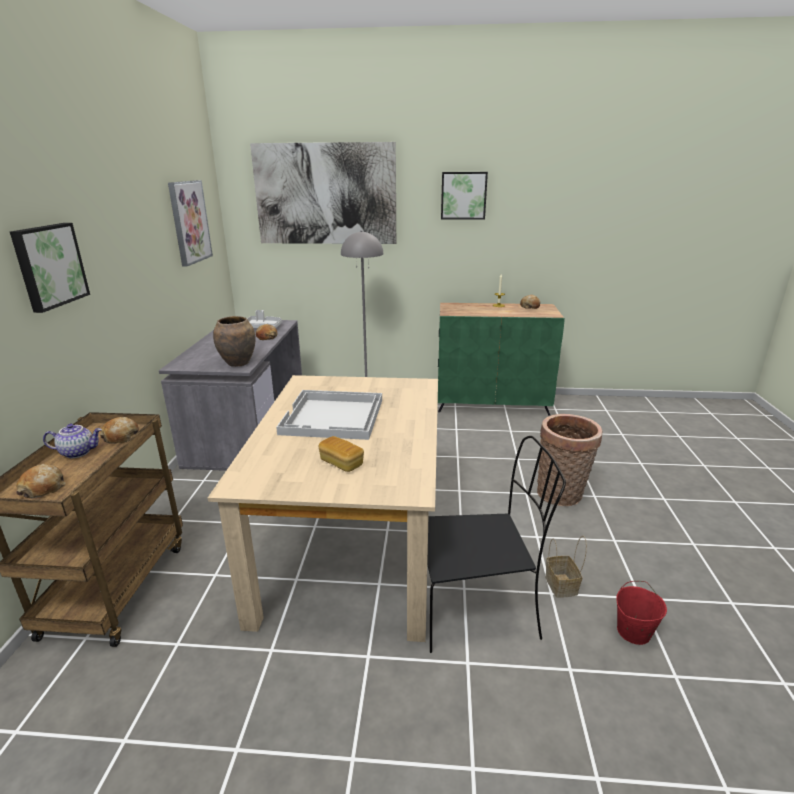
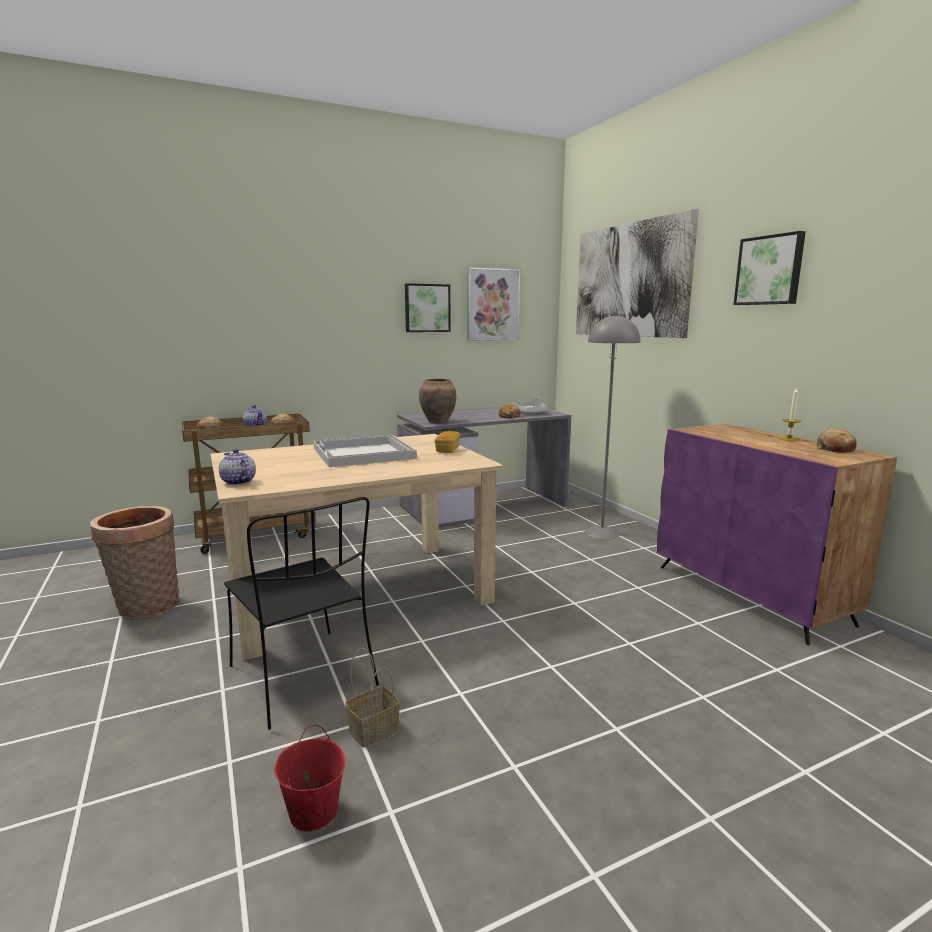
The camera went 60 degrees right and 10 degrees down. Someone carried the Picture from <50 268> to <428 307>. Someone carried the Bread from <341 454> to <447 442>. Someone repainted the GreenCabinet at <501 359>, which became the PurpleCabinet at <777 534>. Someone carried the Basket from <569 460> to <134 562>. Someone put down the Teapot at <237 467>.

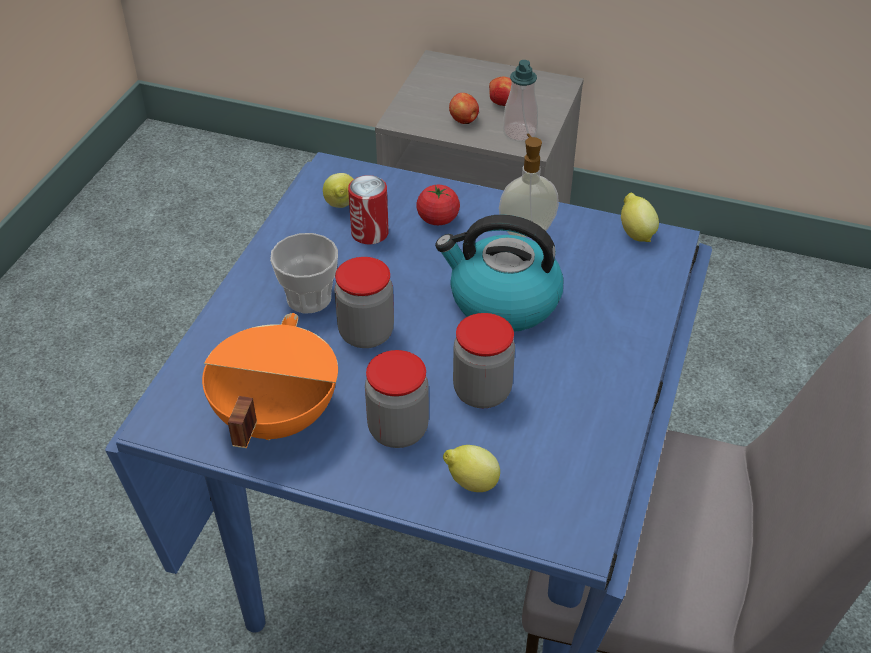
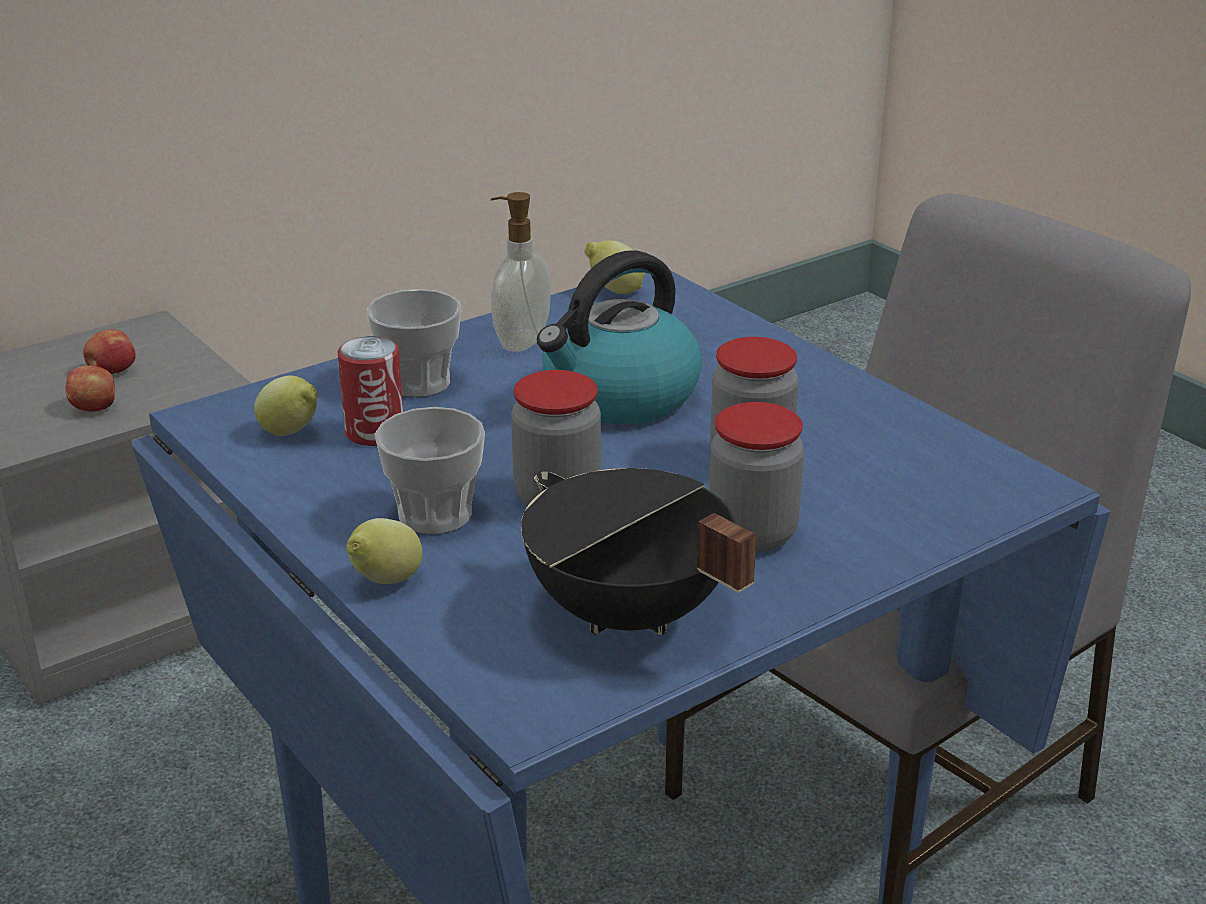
The camera went 55 degrees left and 15 degrees down. Someone repainted the OrangeCookingPot at <270 380>, which became the BlackCookingPot at <639 551>. Someone swapped the Tomato at <438 205> for the Cup at <414 343>. Someone carried the Lemon from <471 468> to <384 551>. Someone took away the SoapDispenser at <520 100>.

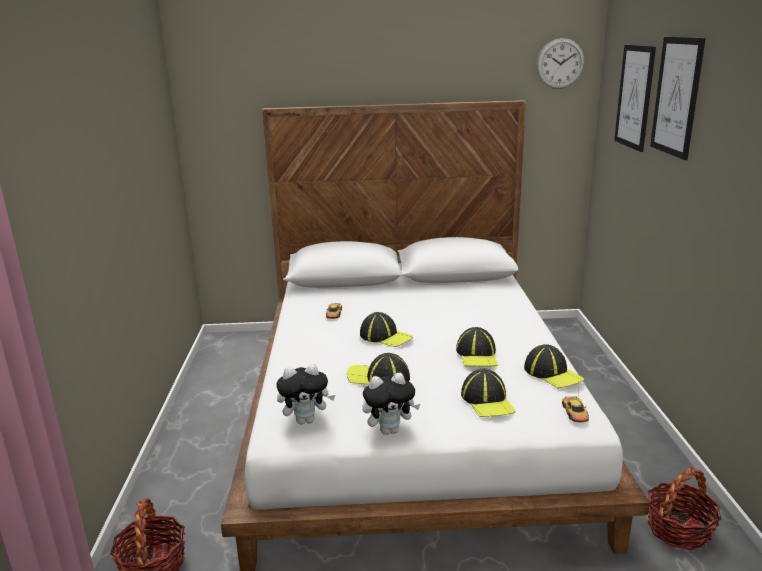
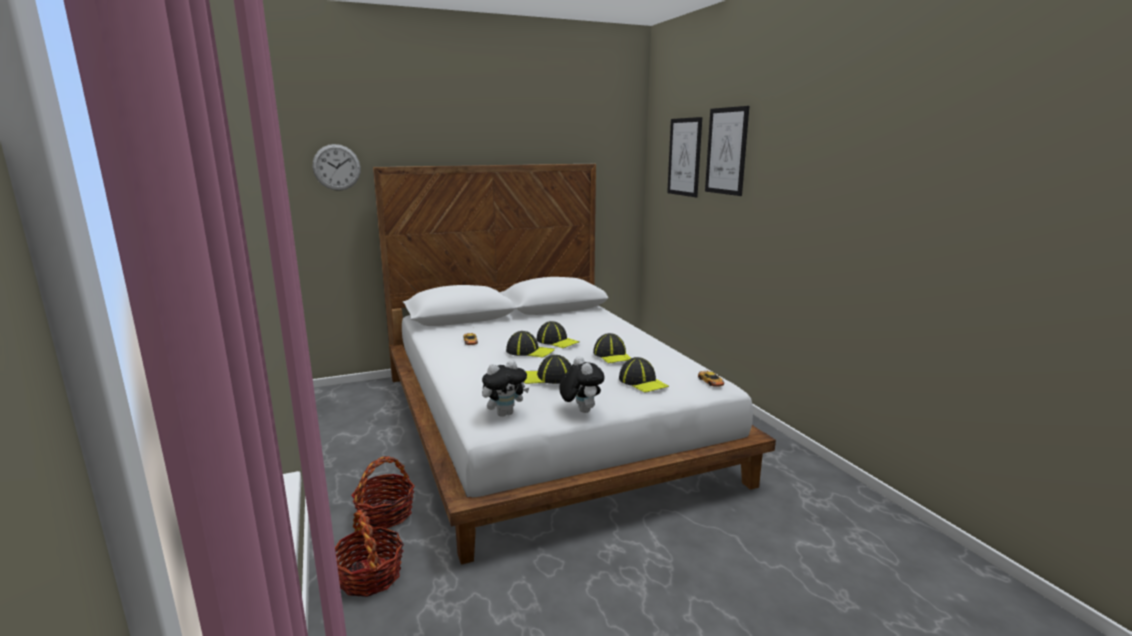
The camera went 20 degrees left and 5 degrees down. Someone rotated the PlushToy at <391 404> by 75 degrees counterclockwise. Someone carried the Cap from <554 366> to <558 334>. Someone carried the WallClock from <561 63> to <337 167>. Someone carried the Basket from <684 509> to <383 492>.

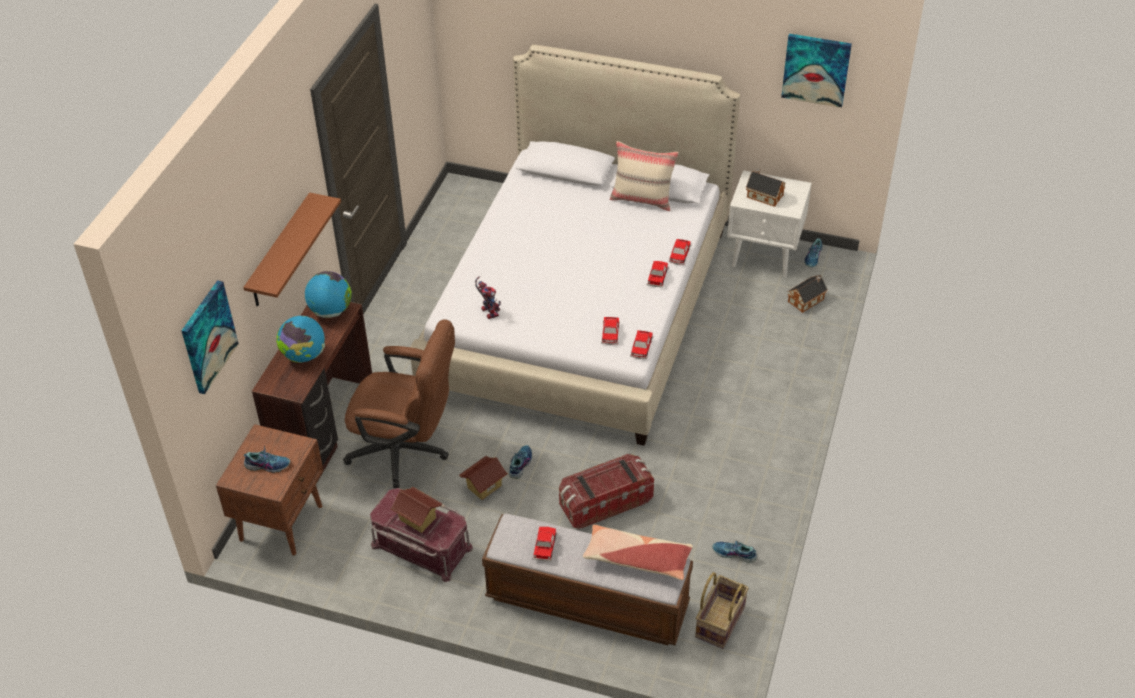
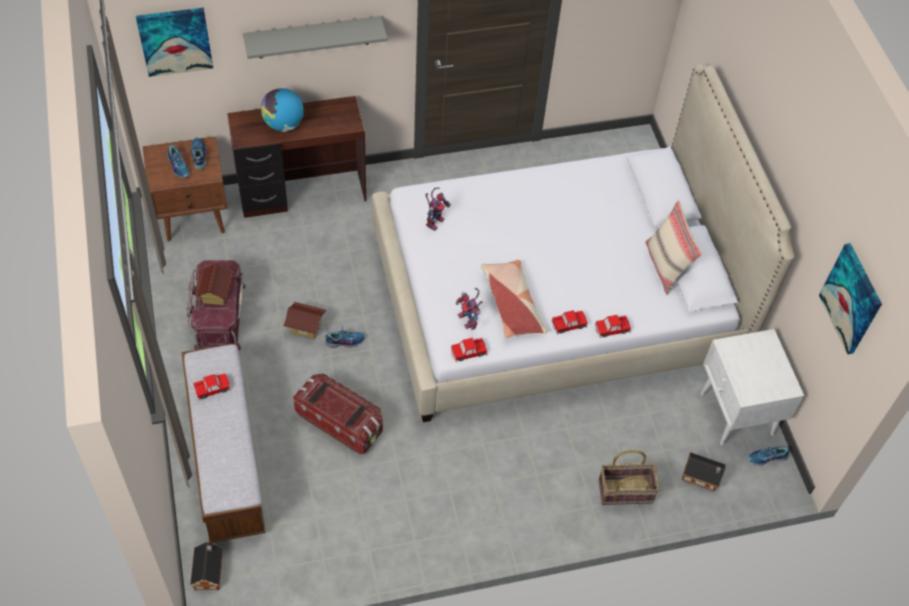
The camera went 55 degrees right and 10 degrees up. Someone repainted the BrownShelf at <292 249>, which became the GreyShelf at <315 37>. Someone took away the Globe at <328 294>. Someone took away the BrownOfficeChair at <399 403>. Someone carried the Pillow from <638 552> to <514 299>. Someone swapped the ToyCar at <610 331> for the ToyRobot at <469 309>. Someone carried the Basket from <722 610> to <629 477>. Someone carried the Shoe from <734 552> to <199 154>. Someone carried the ToyHouse from <765 188> to <206 566>.

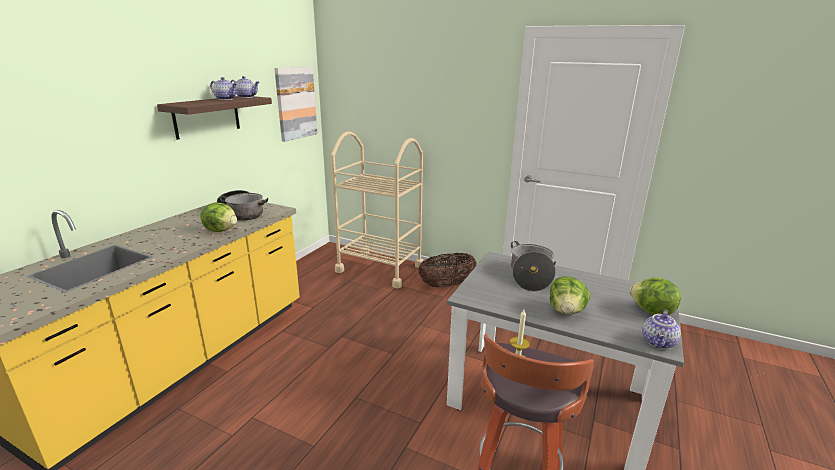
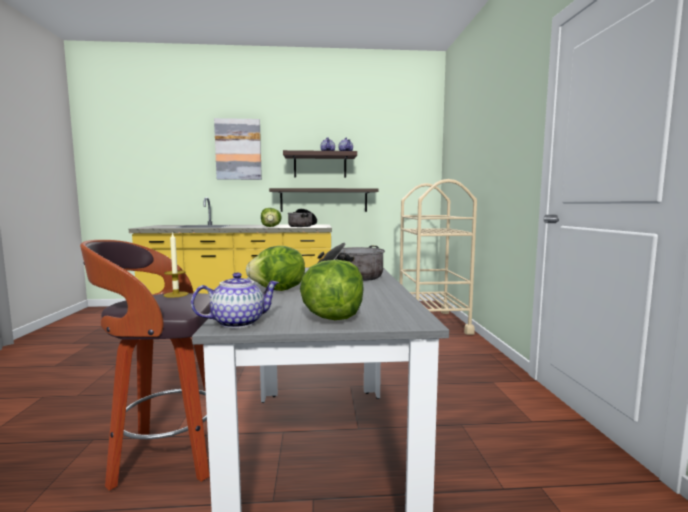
The camera went 60 degrees right and 15 degrees down. Someone carried the Picture from <295 104> to <238 149>. Someone took away the Basket at <447 270>. Someone rotated the Teapot at <661 329> by 150 degrees clockwise. Someone put up the Shelf at <324 200>.

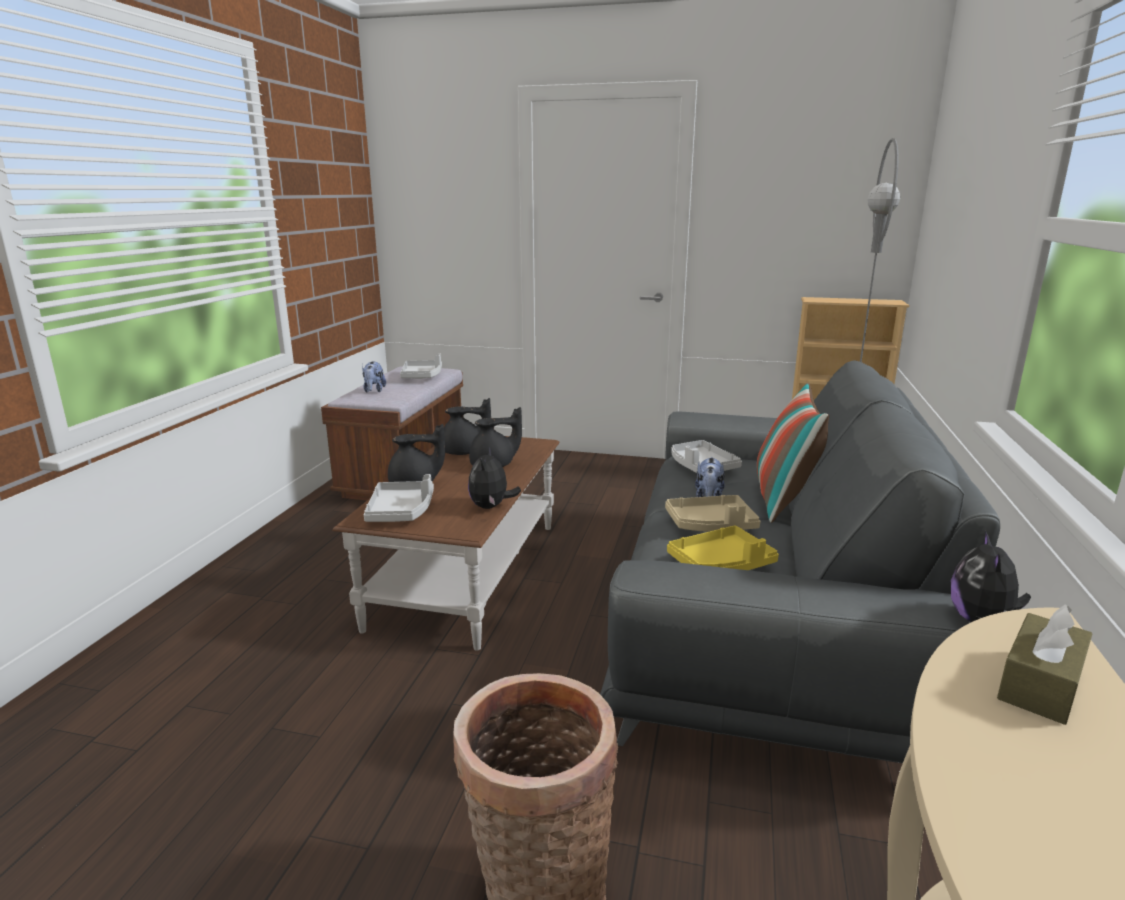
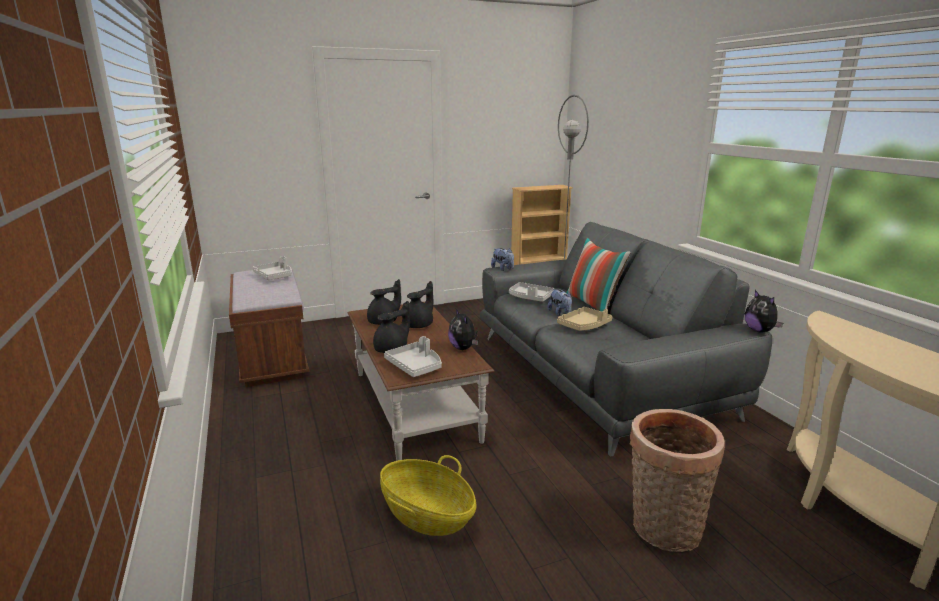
The camera went 35 degrees left and 0 degrees up. Someone carried the PlushToy from <374 377> to <502 259>. Someone took away the YellowTray at <723 548>. Someone took away the BrownTissueBox at <1045 664>. Someone put down the Basket at <428 495>.

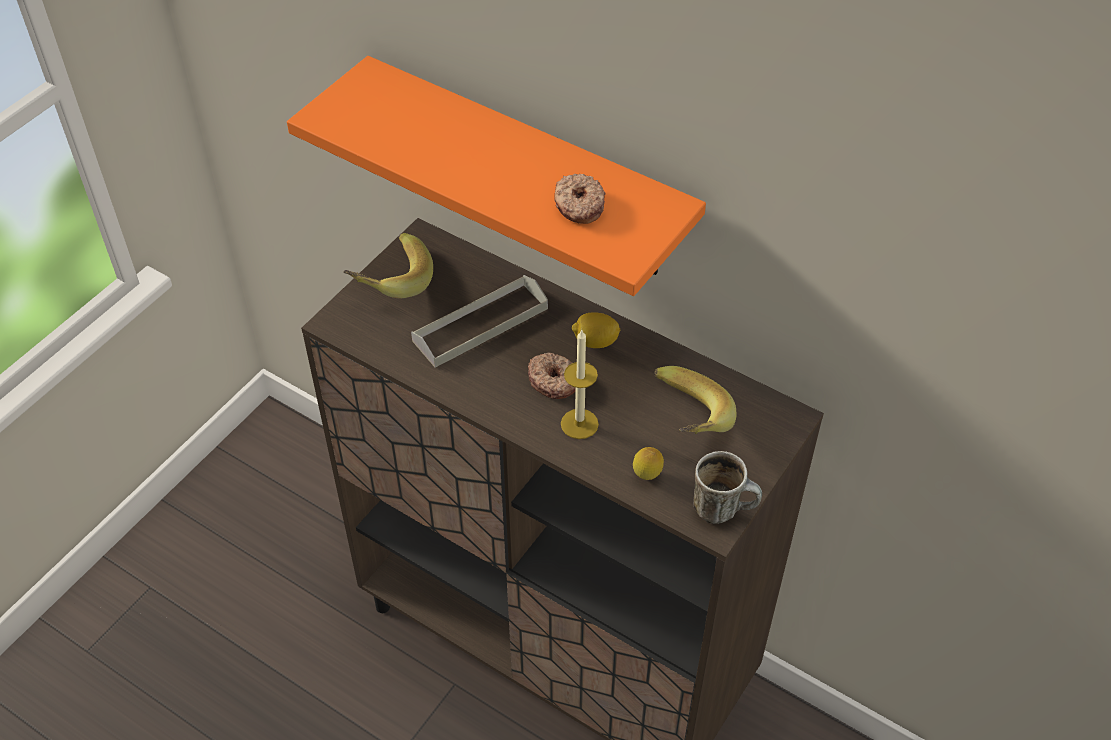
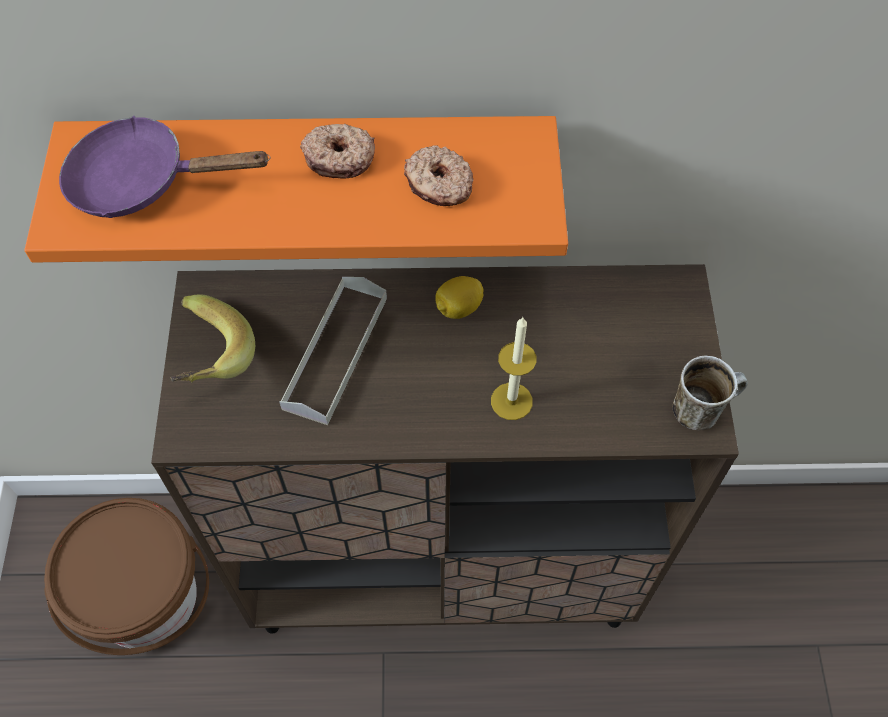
The camera went 35 degrees left and 10 degrees up. Someone carried the Donut from <552 375> to <337 151>. Someone took away the Lemon at <648 463>. Someone took away the Banana at <695 400>. Someone put down the BrownBucket at <126 576>. Someone put down the PurpleFryingPan at <165 167>.

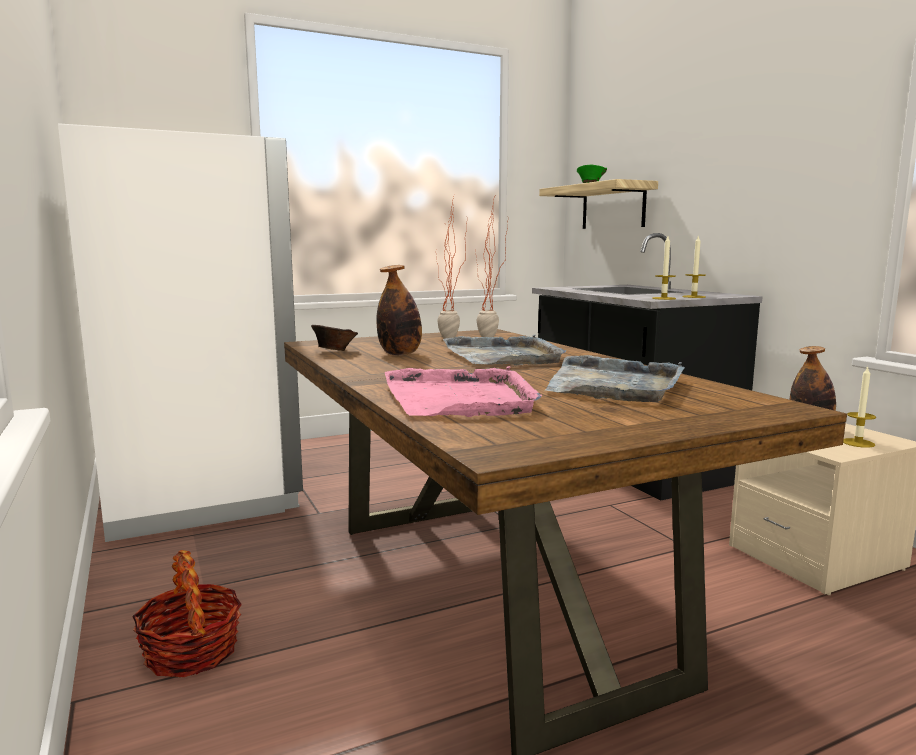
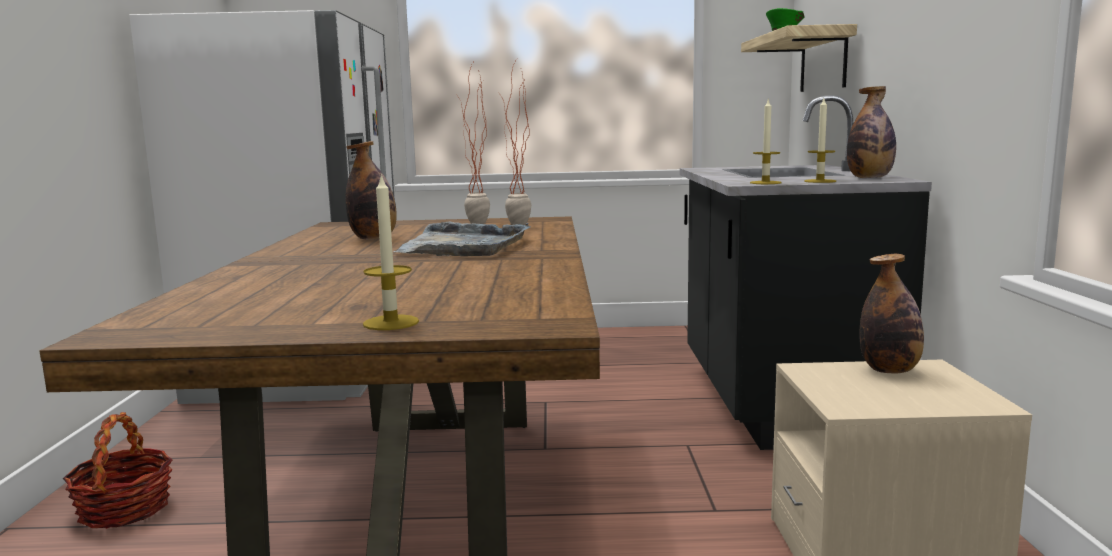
The camera went 25 degrees right and 0 degrees up. Someone took away the BrownBowl at <334 338>. Someone took away the PinkTray at <463 391>. Someone took away the GreyTray at <615 378>. Someone carried the Candle from <859 407> to <391 251>. Someone put down the Bottle at <871 132>.

